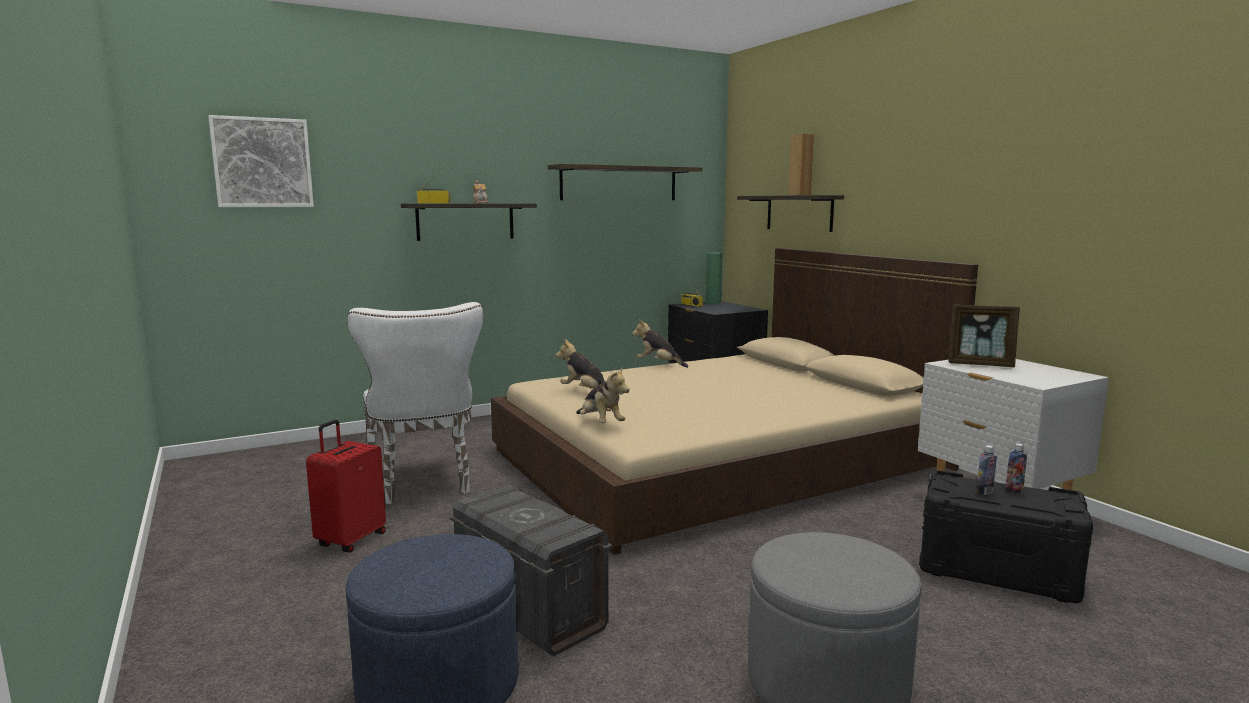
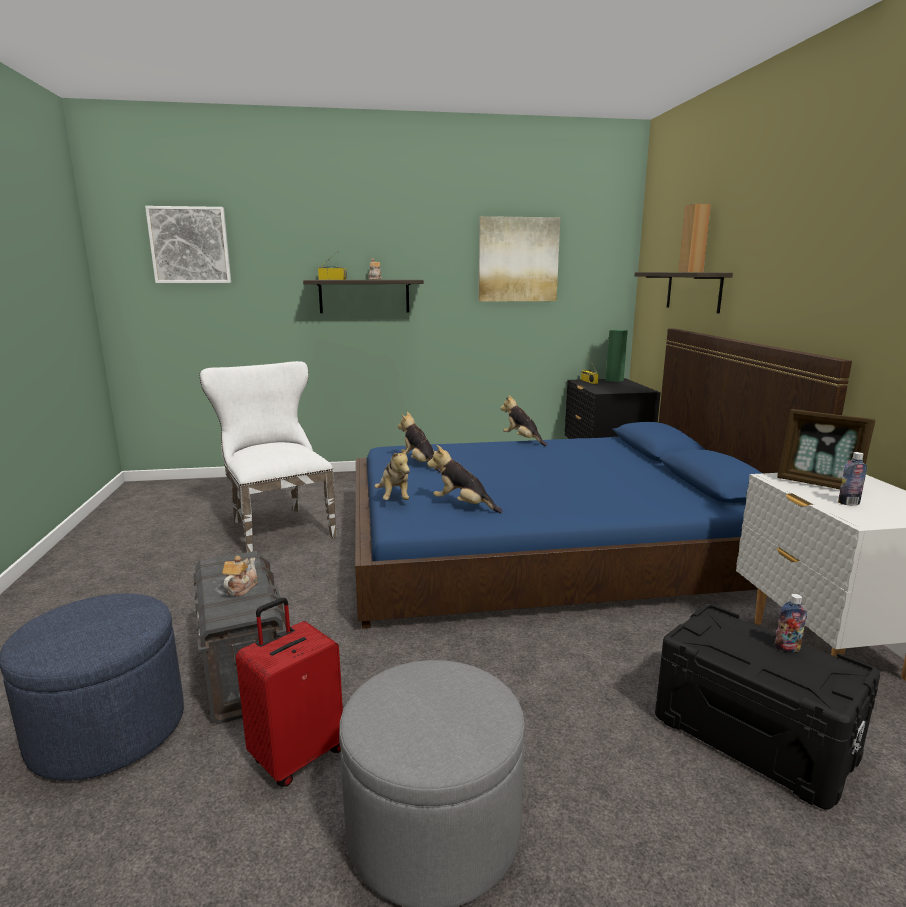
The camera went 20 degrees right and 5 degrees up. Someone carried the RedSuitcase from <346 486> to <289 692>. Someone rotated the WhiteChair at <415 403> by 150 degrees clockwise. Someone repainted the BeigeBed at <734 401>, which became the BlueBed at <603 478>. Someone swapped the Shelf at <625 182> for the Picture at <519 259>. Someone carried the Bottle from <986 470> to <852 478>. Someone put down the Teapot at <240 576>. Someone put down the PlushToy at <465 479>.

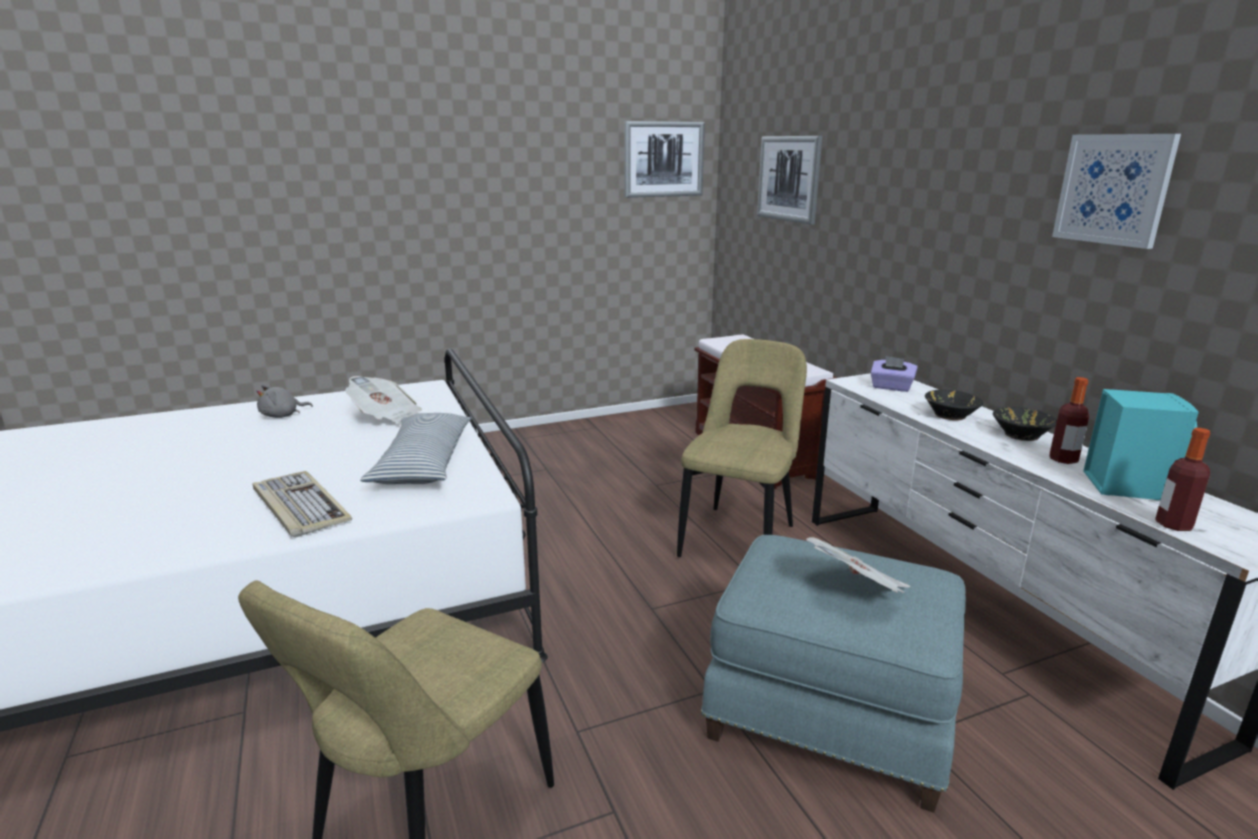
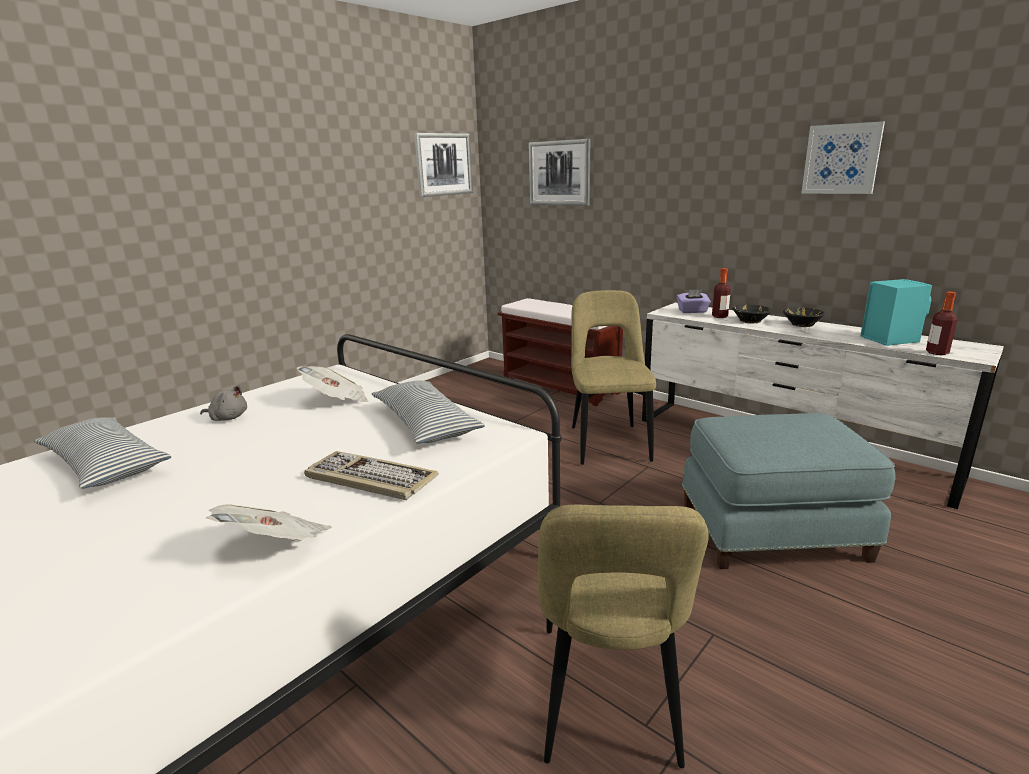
The camera went 25 degrees left and 0 degrees up. Someone rotated the GreyPlushToy at <284 401> by 105 degrees counterclockwise. Someone carried the Newspaper from <858 565> to <269 522>. Someone carried the Bottle from <1069 420> to <721 293>. Someone put down the Pillow at <103 453>.

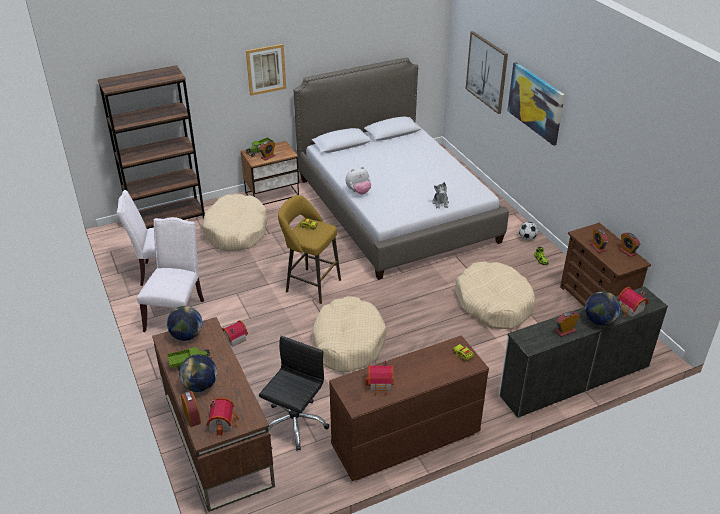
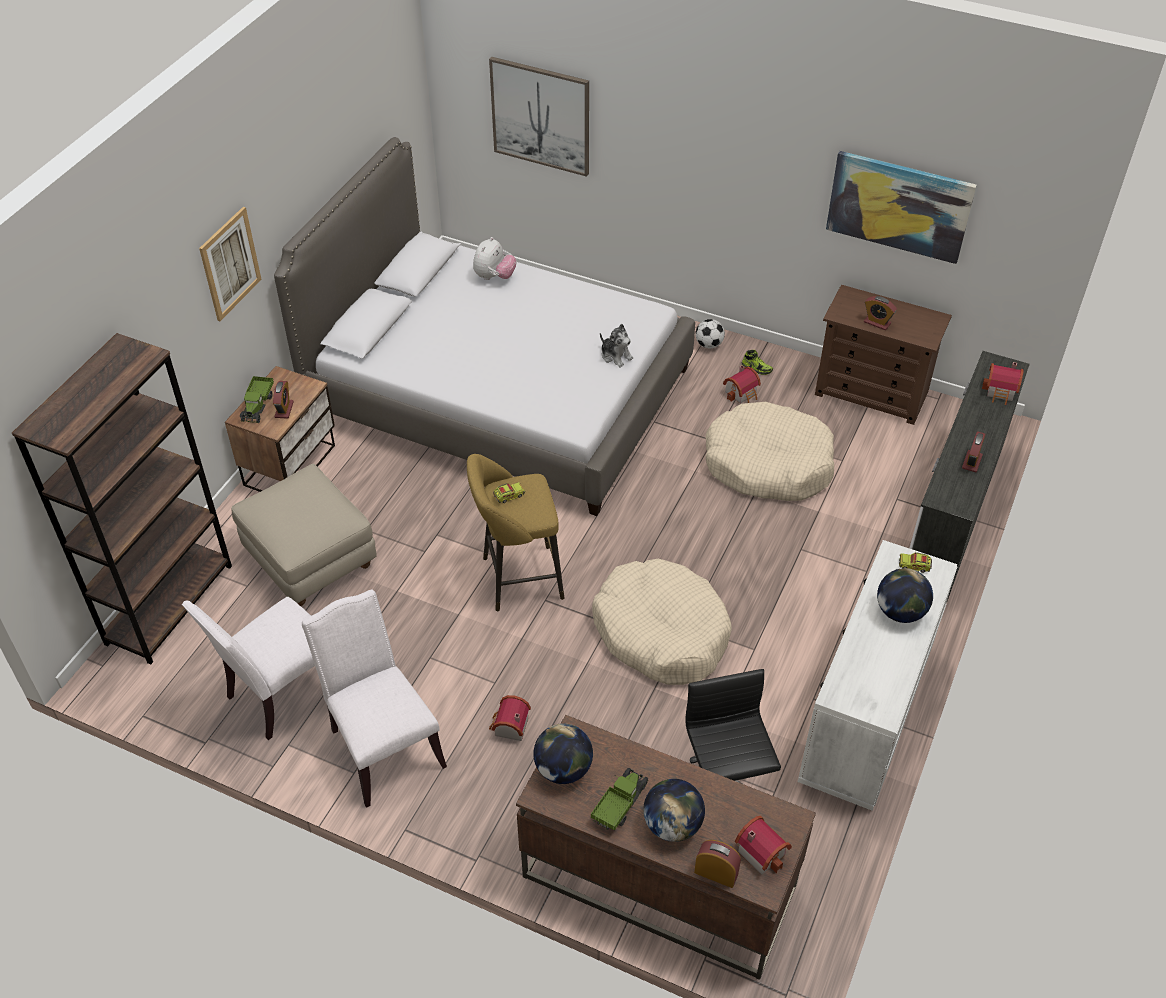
The camera went 40 degrees left and 10 degrees up. Someone swapped the BeigeDogBed at <235 222> for the BeigeOttoman at <304 535>. Someone repainted the BrownDresser at <409 408>, which became the WhiteDresser at <878 675>. Someone carried the PlushToy from <358 180> to <494 258>. Someone carried the ToyHouse from <379 378> to <742 384>. Someone carried the Picture from <536 104> to <901 207>. Someone carried the Globe from <602 308> to <905 595>. Someone took away the AlarmClock at <629 245>.

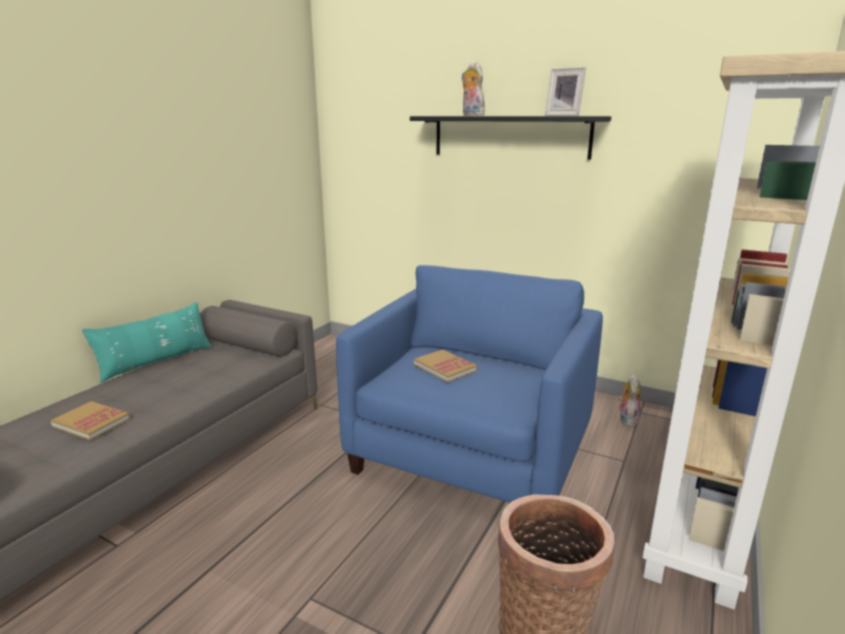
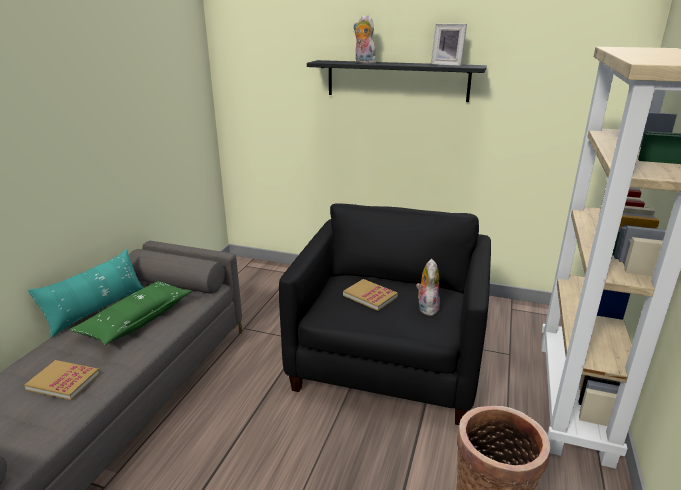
The camera went 10 degrees left and 5 degrees up. Someone repainted the BlueArmchair at <469 384>, which became the BlackArmchair at <385 314>. Someone carried the PlushToy from <629 401> to <428 287>. Someone put down the GreenPillow at <130 313>.

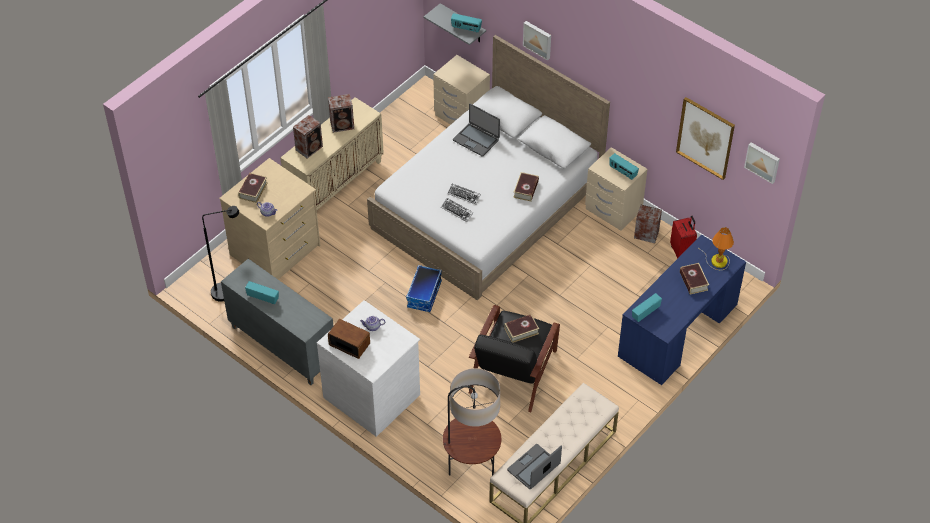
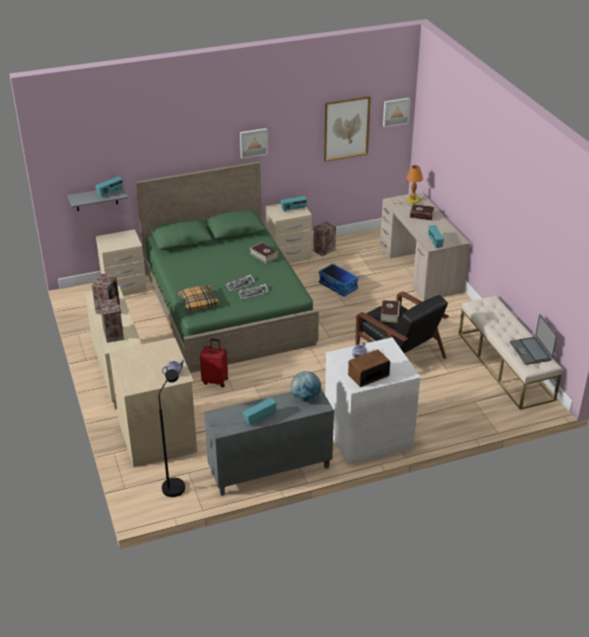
The camera went 60 degrees left and 15 degrees down. Someone took away the Book at <253 188>. Someone repainted the WhiteBed at <488 168>, which became the GreenBed at <227 267>. Someone carried the StorageBox from <424 288> to <339 280>. Someone took away the FloorLamp at <472 422>. Someone took away the Laptop at <476 130>. Someone carried the Picture from <537 41> to <254 143>. Someone repainted the BlueDesk at <682 310>, which became the BeigeDesk at <425 246>. Someone carried the RedSuitcase from <683 237> to <214 363>. Someone put down the Pillow at <198 298>. Someone put down the Globe at <306 386>.

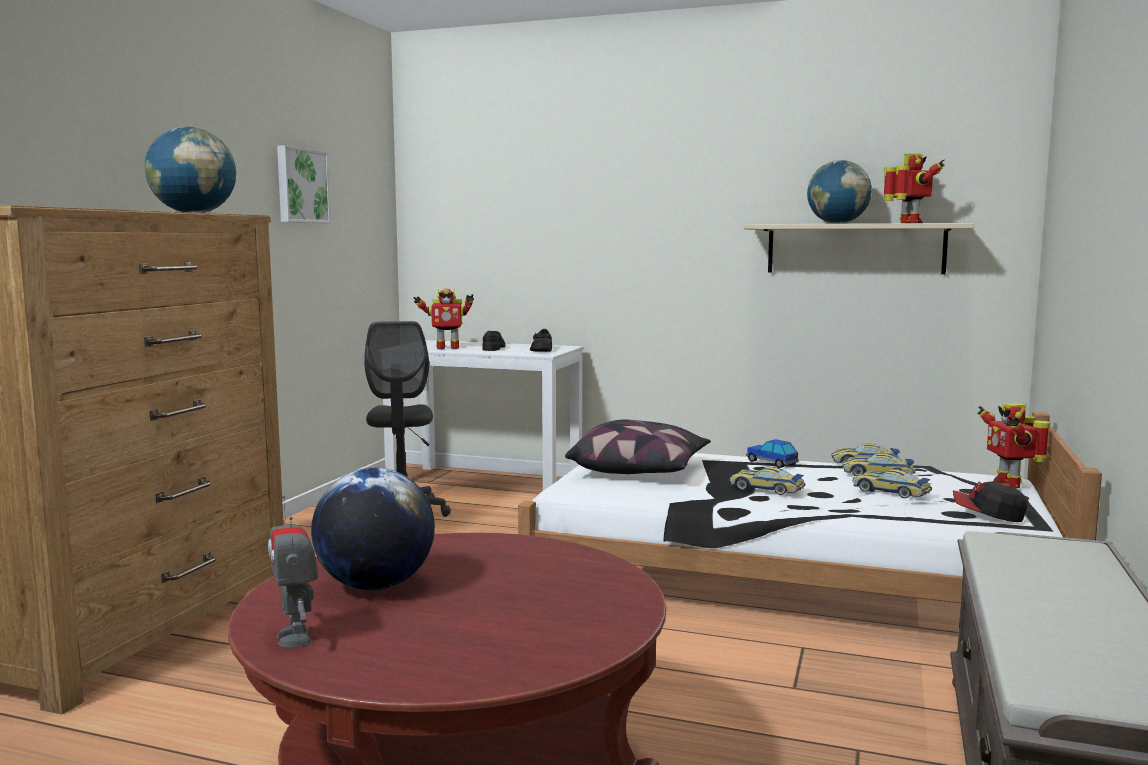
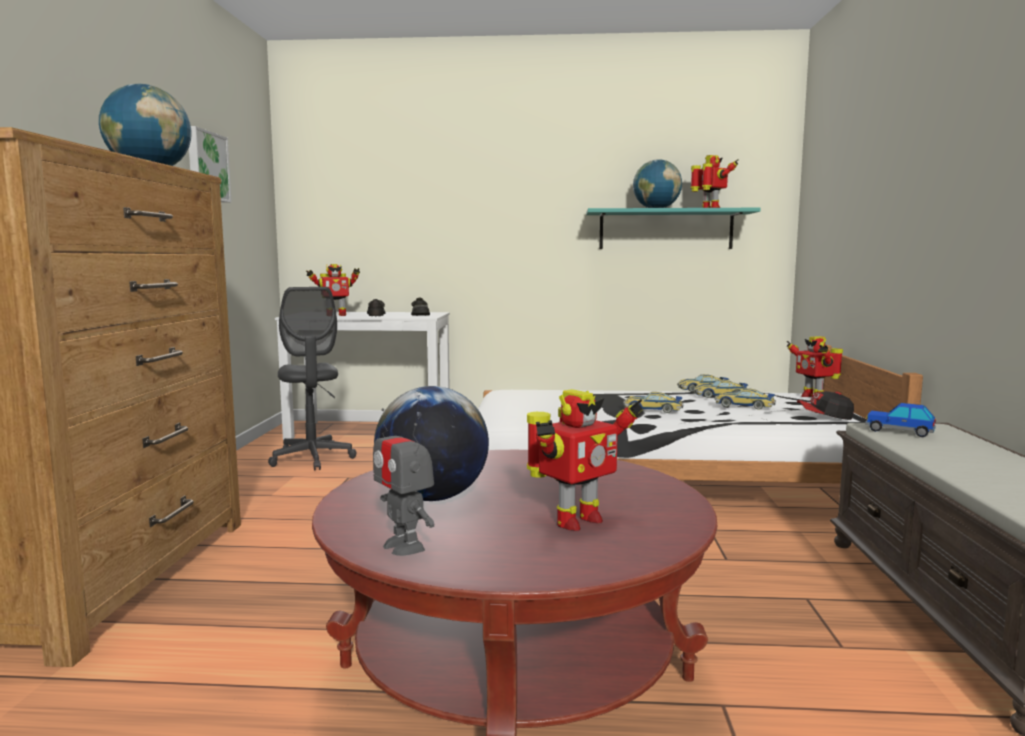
The camera went 15 degrees left and 0 degrees up. Someone took away the Pillow at <638 447>. Someone repainted the BeigeShelf at <858 248>, which became the TurquoiseShelf at <673 228>. Someone carried the ToyCar from <772 453> to <900 420>. Someone put down the ToyRobot at <585 460>.

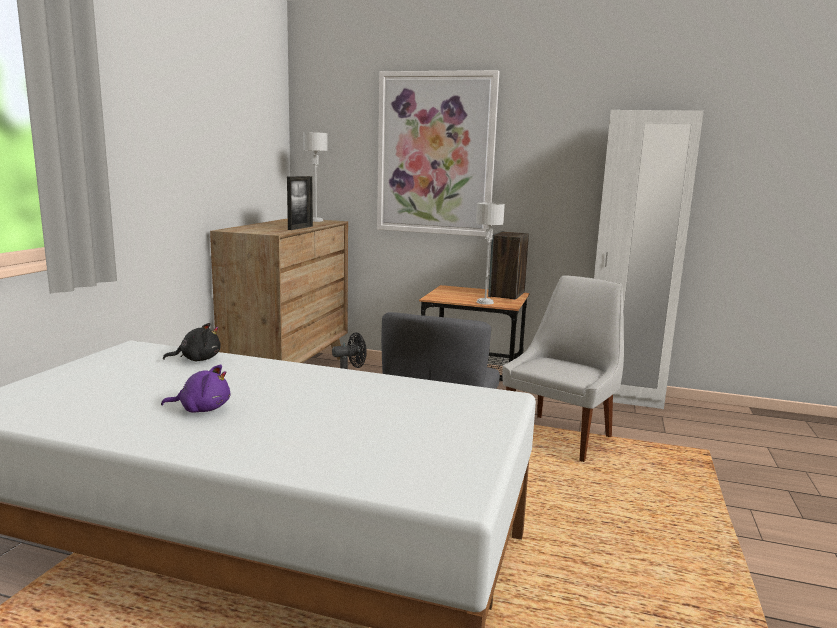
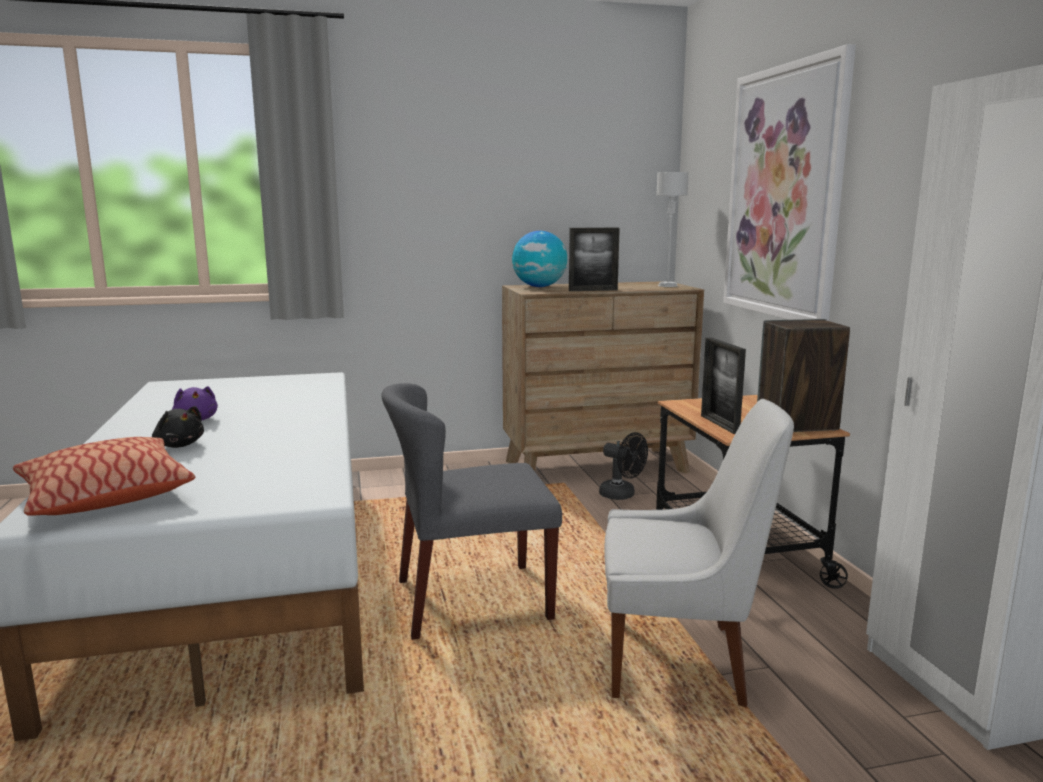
The camera went 60 degrees right and 0 degrees up. Someone carried the BlackPlushToy from <192 342> to <178 427>. Someone swapped the GreyTableLamp at <490 254> for the PictureFrame at <723 385>. Someone put down the Pillow at <104 476>. Someone put down the Globe at <539 259>.

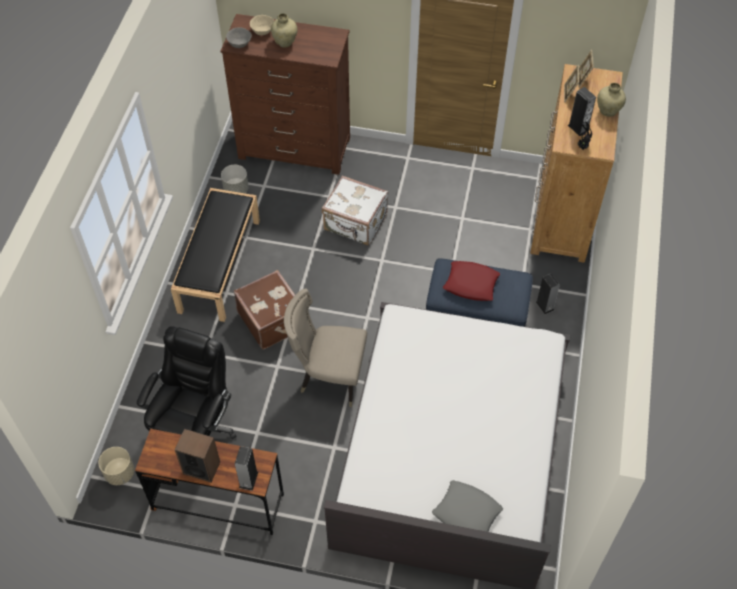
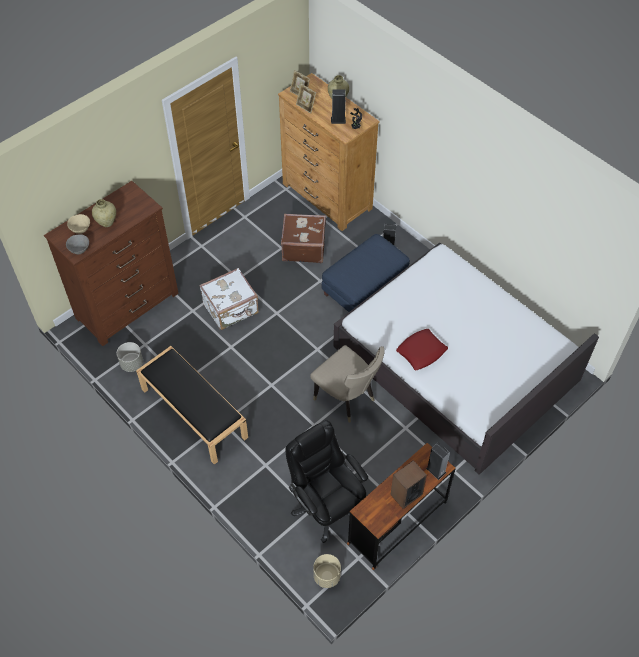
The camera went 55 degrees left and 0 degrees up. Someone carried the BrownSuitcase from <264 309> to <303 238>. Someone rotated the BeigeChair at <325 348> by 90 degrees counterclockwise. Someone took away the GreyPillow at <467 506>. Someone carried the RedPillow from <471 281> to <422 349>.

